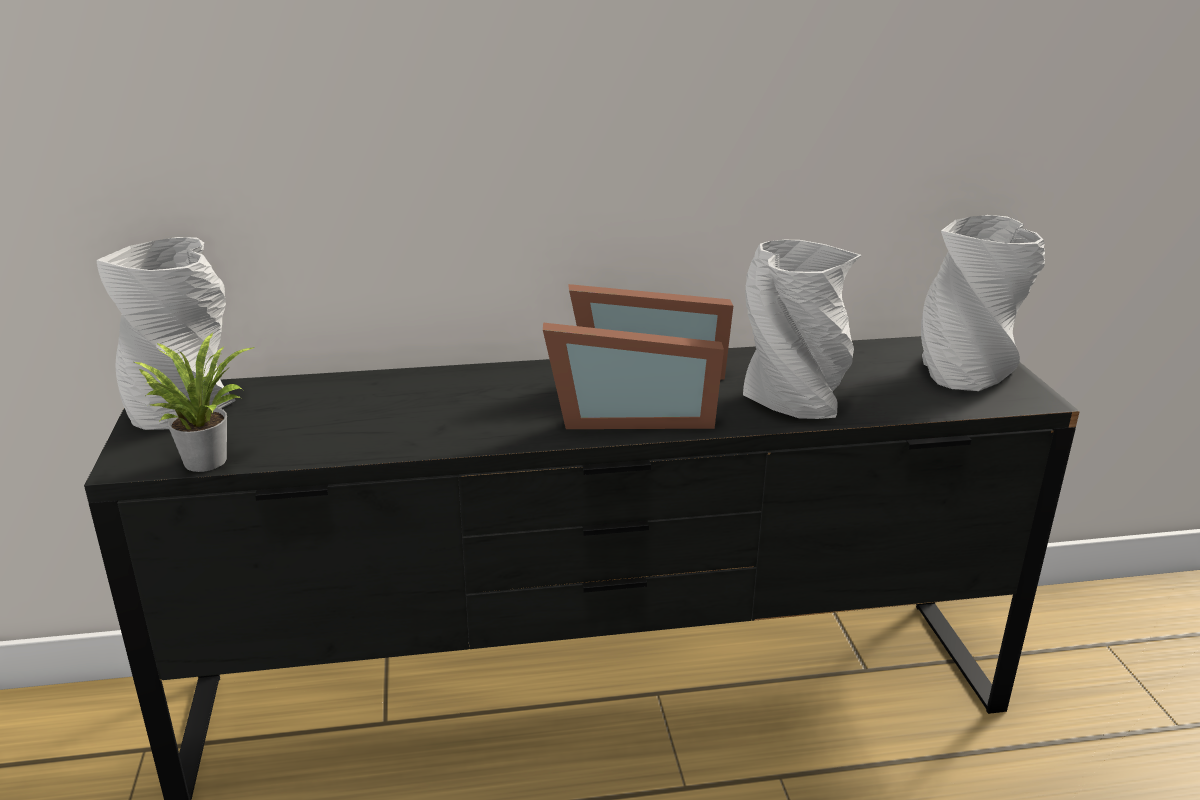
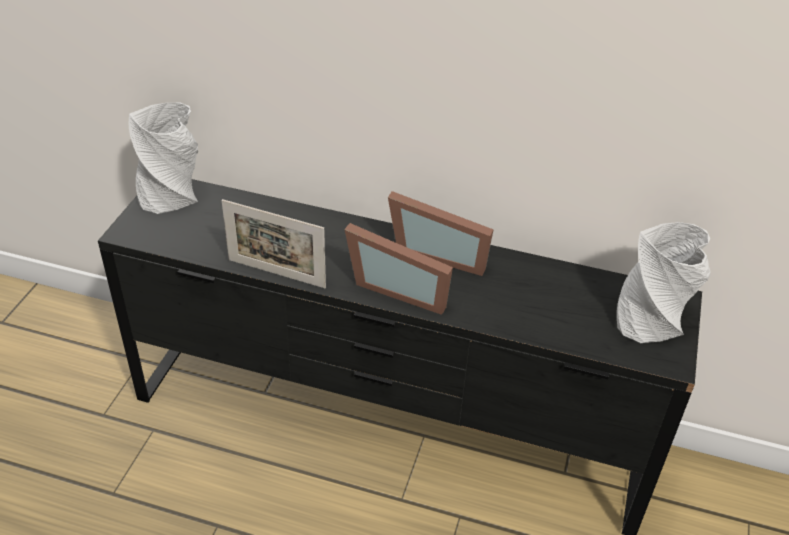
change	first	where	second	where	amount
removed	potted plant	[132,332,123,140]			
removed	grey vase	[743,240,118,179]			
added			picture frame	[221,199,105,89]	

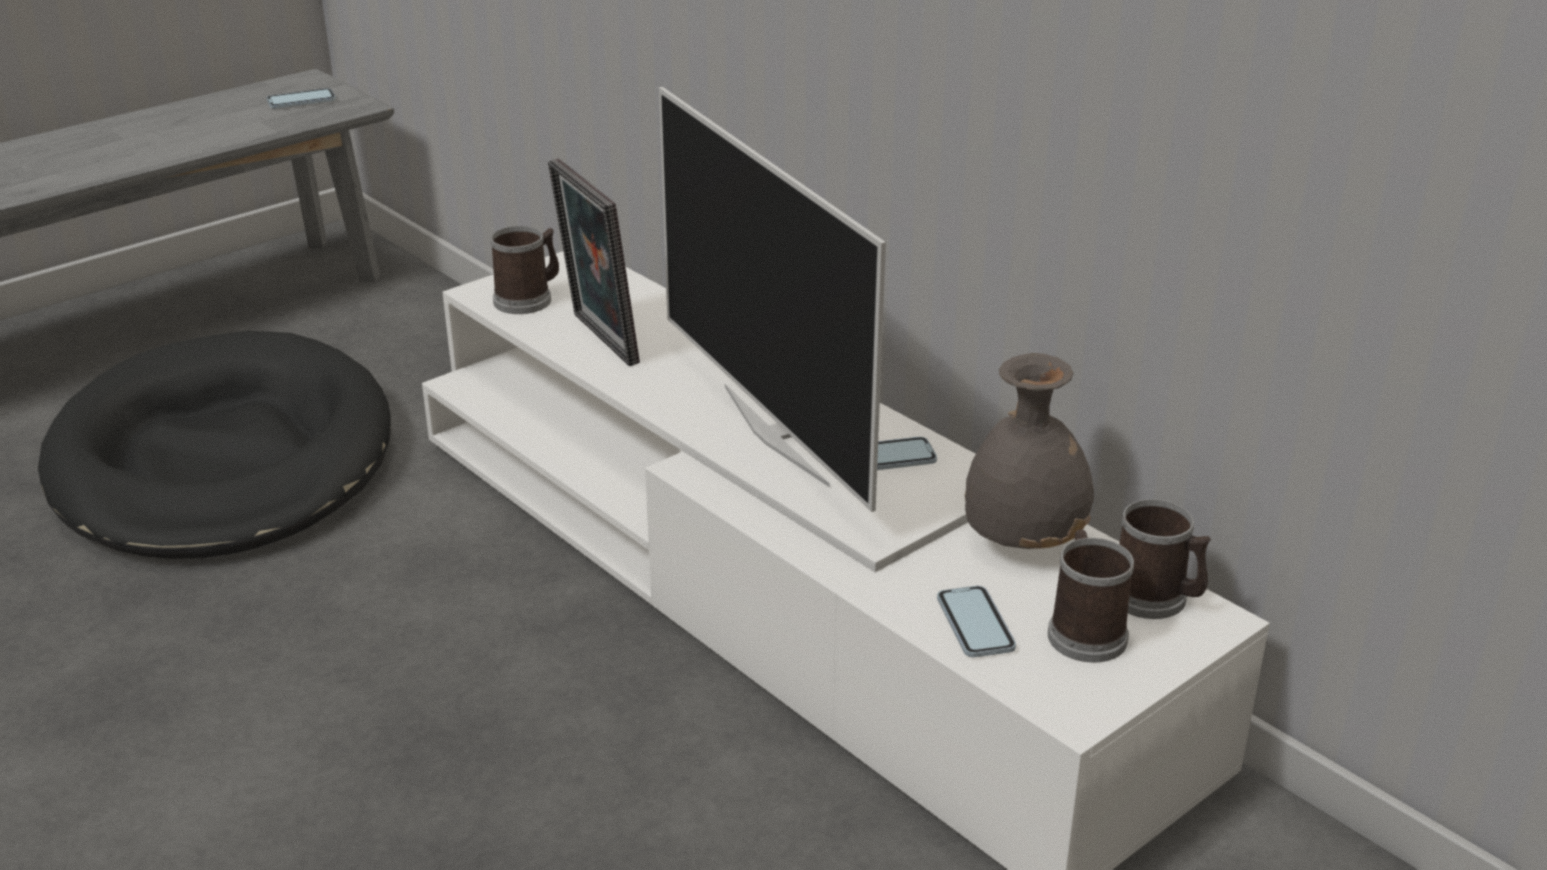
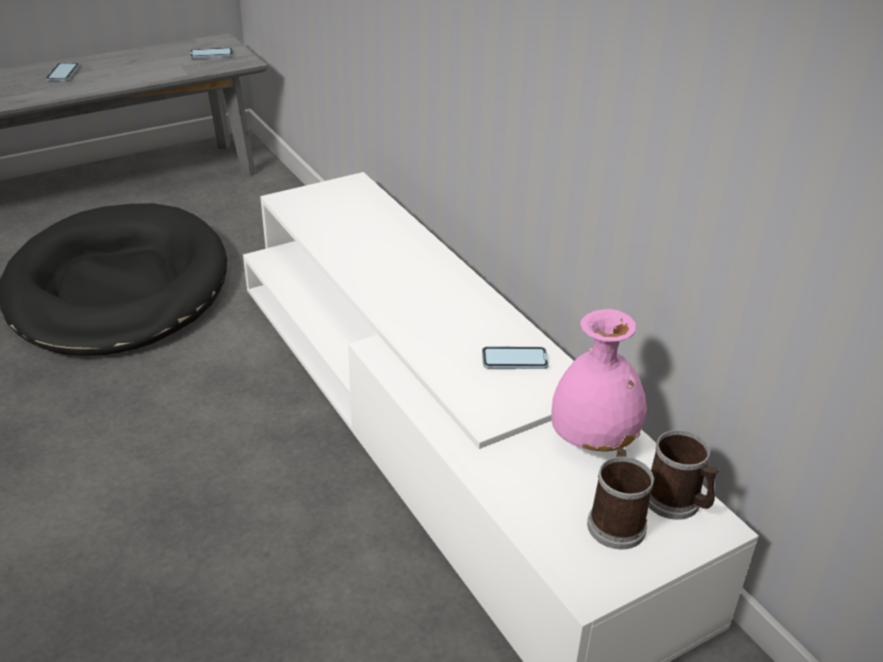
change	first	where	second	where	amount
removed	mug	[490,226,69,88]			
removed	picture frame	[548,159,92,207]			
removed	television	[659,87,227,425]			
moved	phone	[937,586,79,71]		[46,63,34,18]	
recoloured	grey vase	[965,353,129,196]	pink vase	[551,309,96,143]	

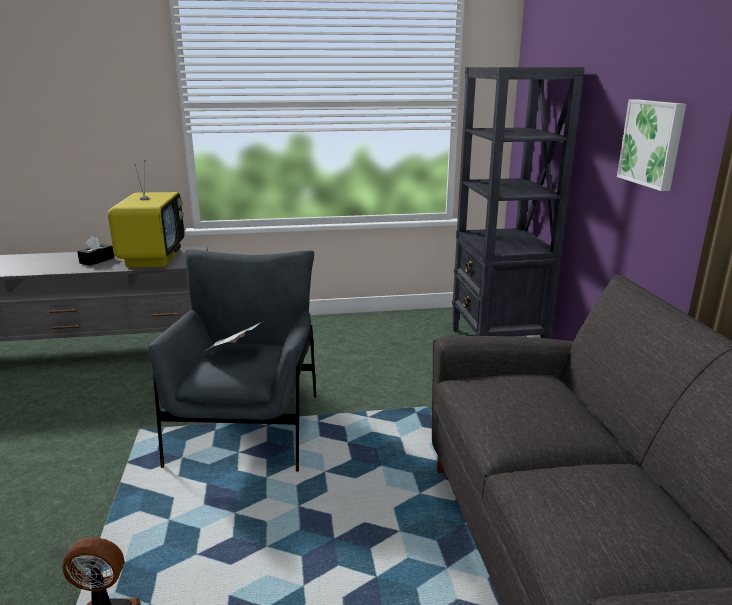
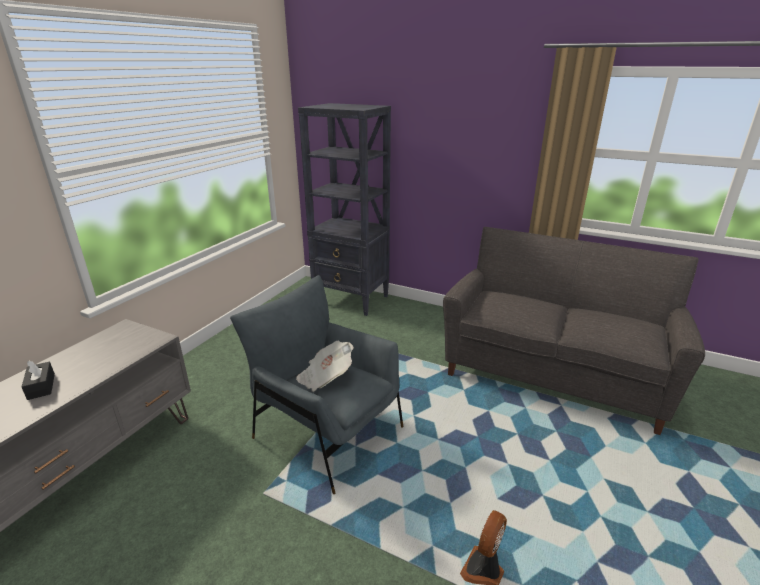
change	first	where	second	where	amount
removed	television	[107,160,78,108]			
removed	picture	[617,99,69,92]			

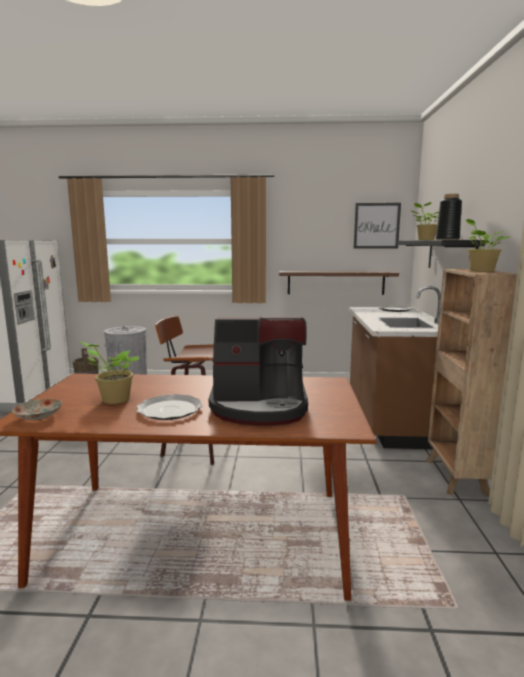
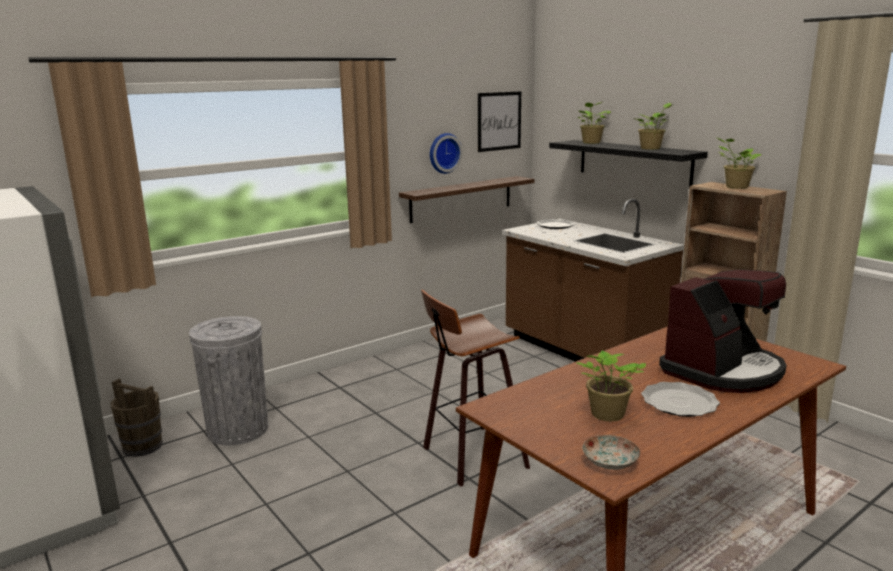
change	first	where	second	where	amount
added			wall clock	[430,133,33,41]	
replaced	black vase	[436,194,26,46]	potted plant	[636,103,37,47]	

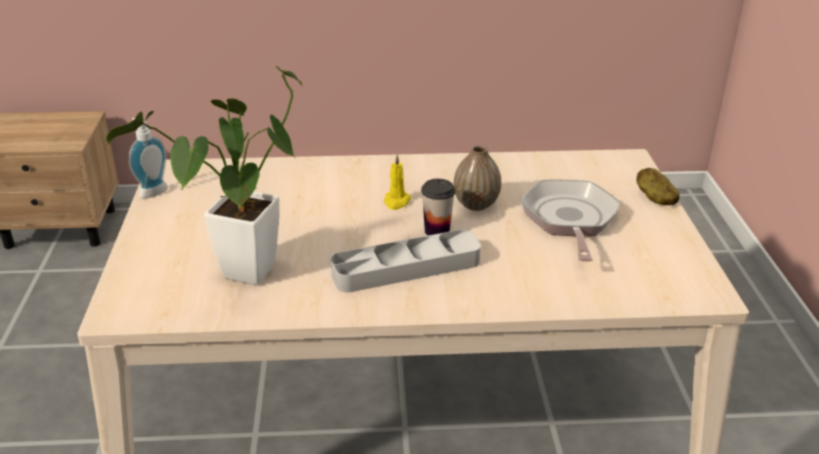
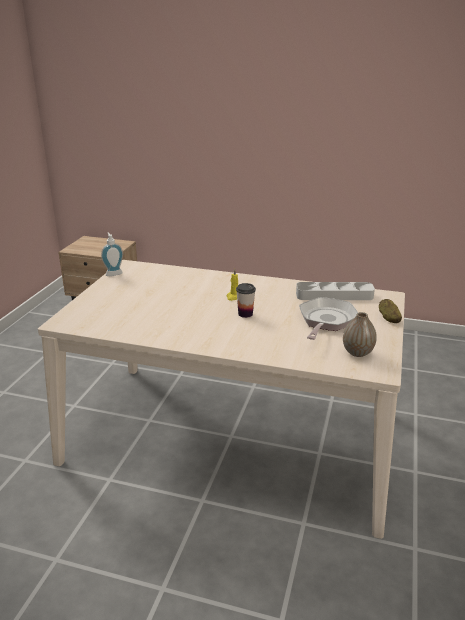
change	first	where	second	where	amount
removed	potted plant	[106,66,196,219]			
moved	grey tray	[331,230,150,62]		[296,282,79,18]	
moved	vase	[454,145,47,66]		[343,312,34,45]	

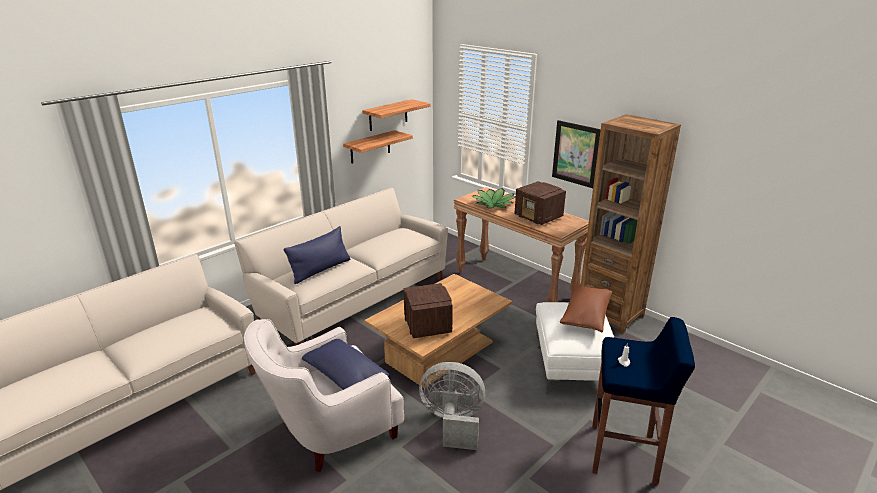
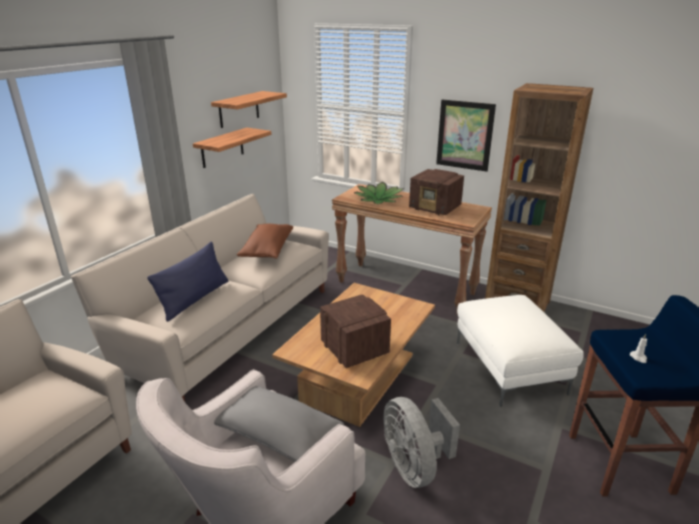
change	first	where	second	where	amount
moved	brown pillow	[560,284,52,48]		[237,224,56,35]	
recoloured	blue pillow	[302,339,87,51]	grey pillow	[214,386,130,76]	
turned	grey fan	[419,362,66,88]		[384,397,76,91]	105 degrees counterclockwise

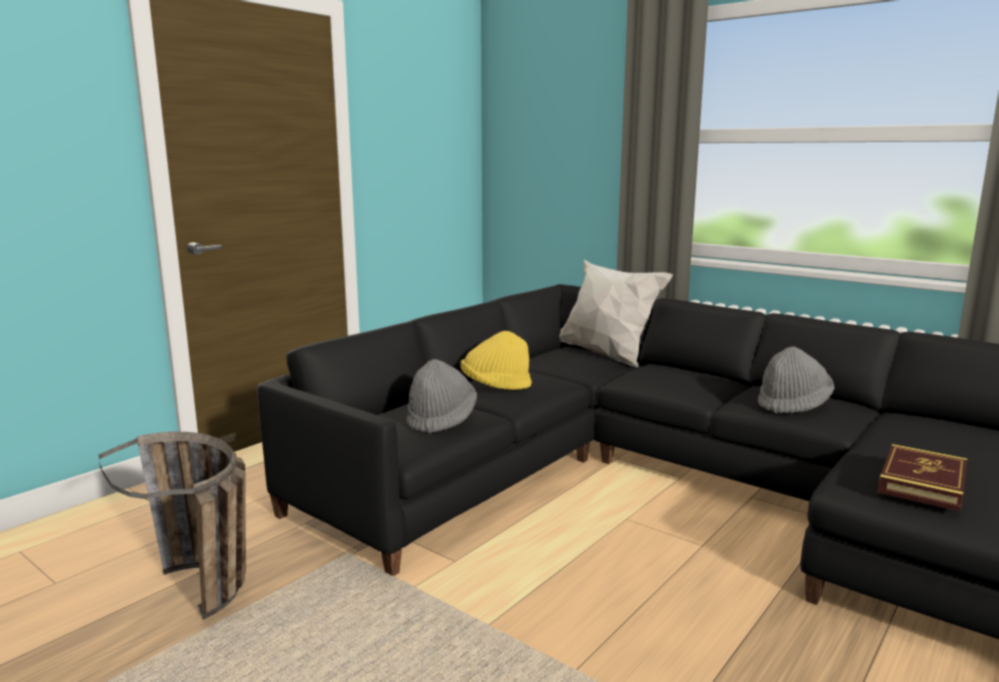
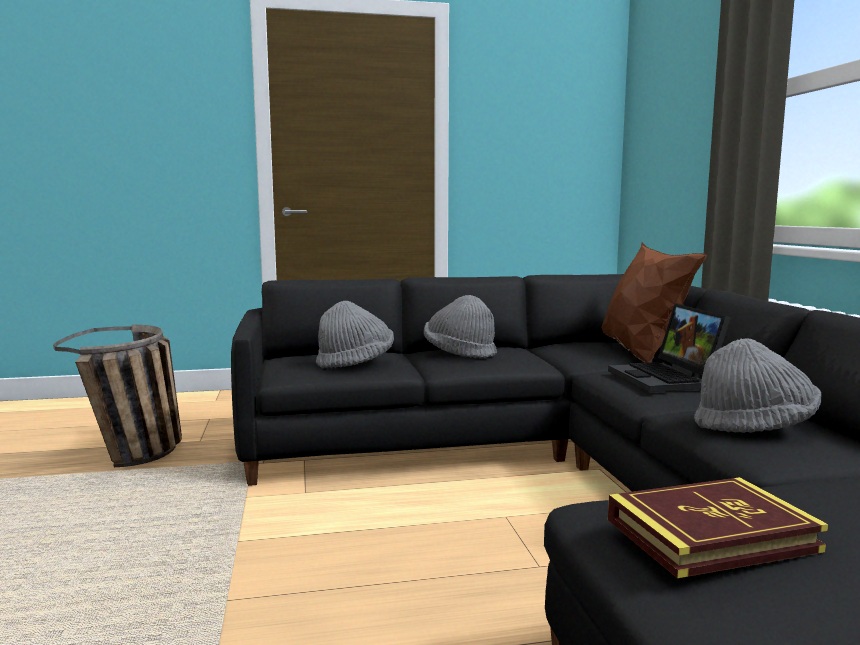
change	first	where	second	where	amount
added			laptop	[608,303,123,89]	
recoloured	yellow hat	[460,331,72,59]	grey hat	[424,295,73,64]	
recoloured	white pillow	[559,259,114,108]	brown pillow	[601,242,107,121]	

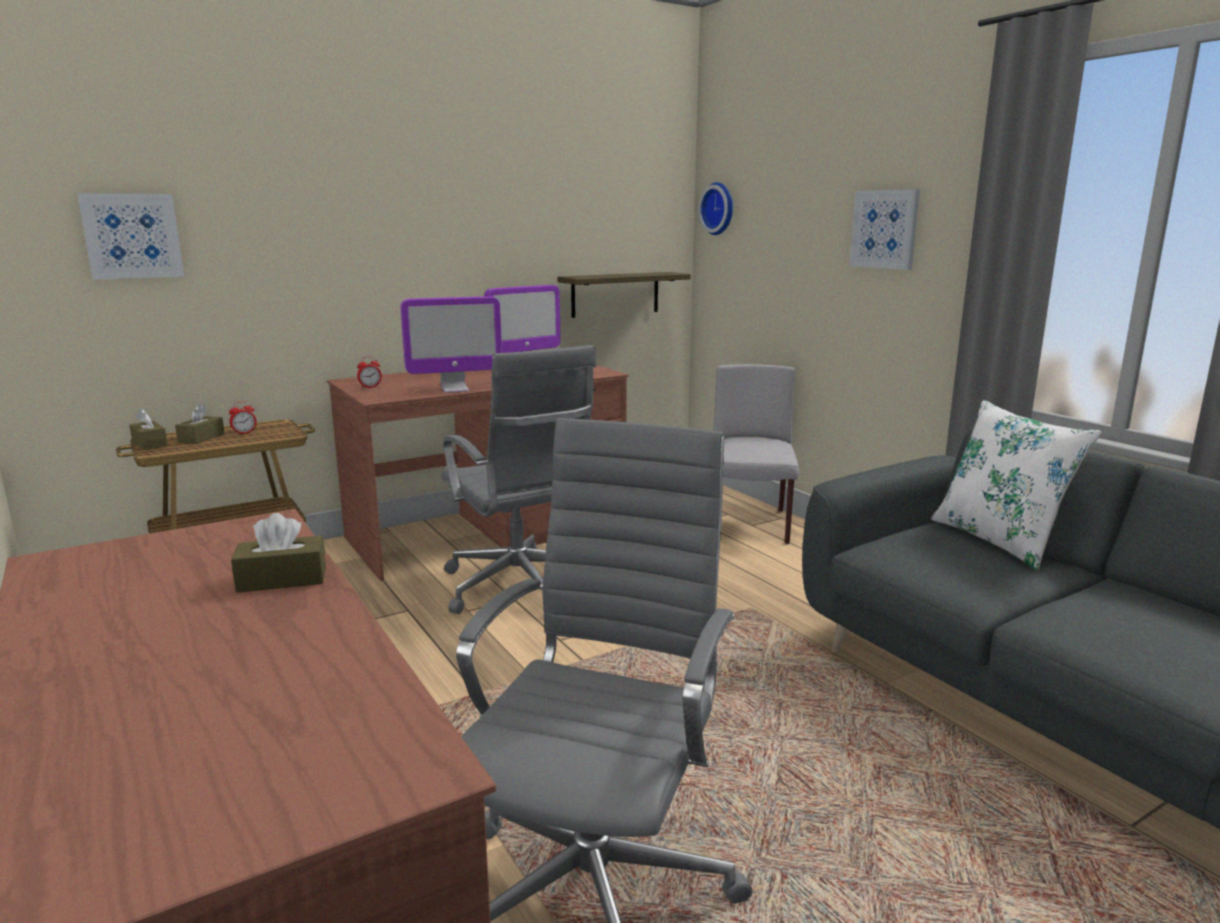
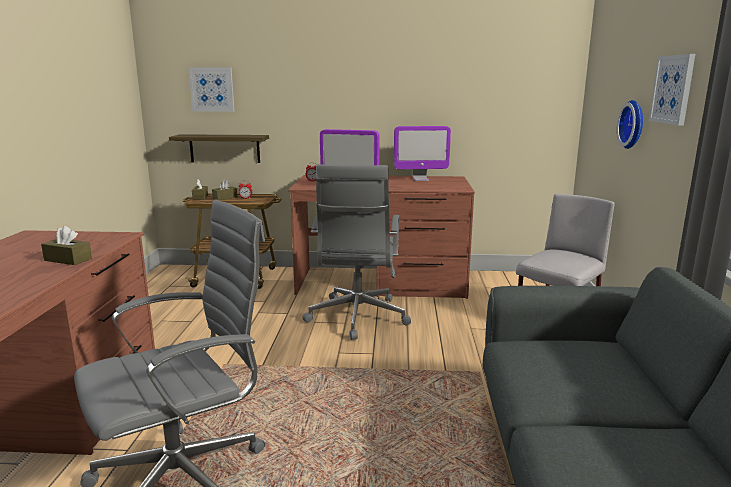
change	first	where	second	where	amount
removed	white pillow	[931,400,171,170]			
moved	shelf	[558,272,133,46]		[169,134,100,29]	
moved	wall clock	[698,182,35,53]		[617,100,26,49]	

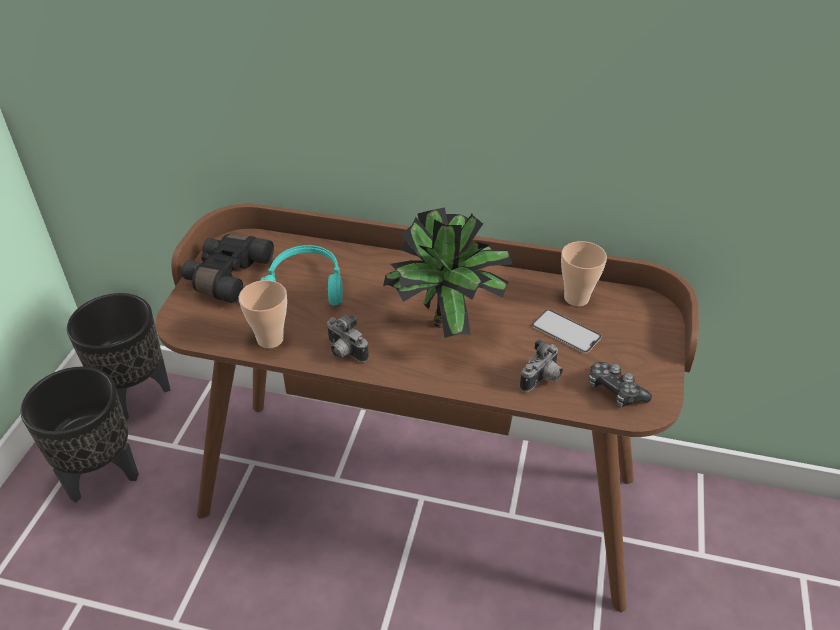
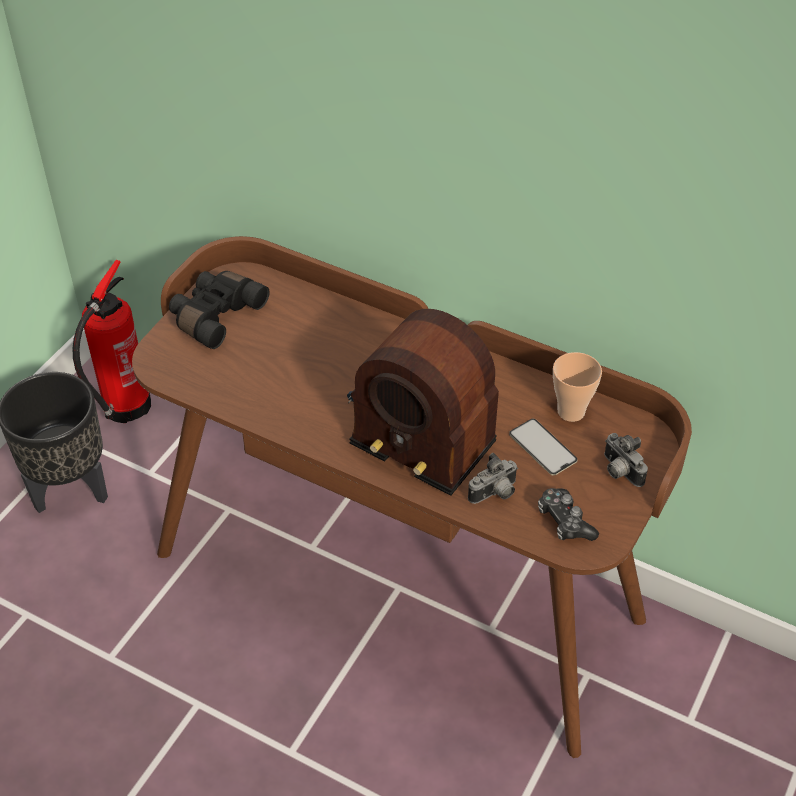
change	first	where	second	where	amount
removed	cup	[239,280,48,68]			
removed	turquoise headphones	[261,245,81,61]			
moved	photo camera	[326,315,43,47]		[604,433,44,54]	
replaced	black planter	[67,293,104,129]	fire extinguisher	[73,260,78,163]	
replaced	potted plant	[383,207,130,131]	radio	[347,309,152,187]	

